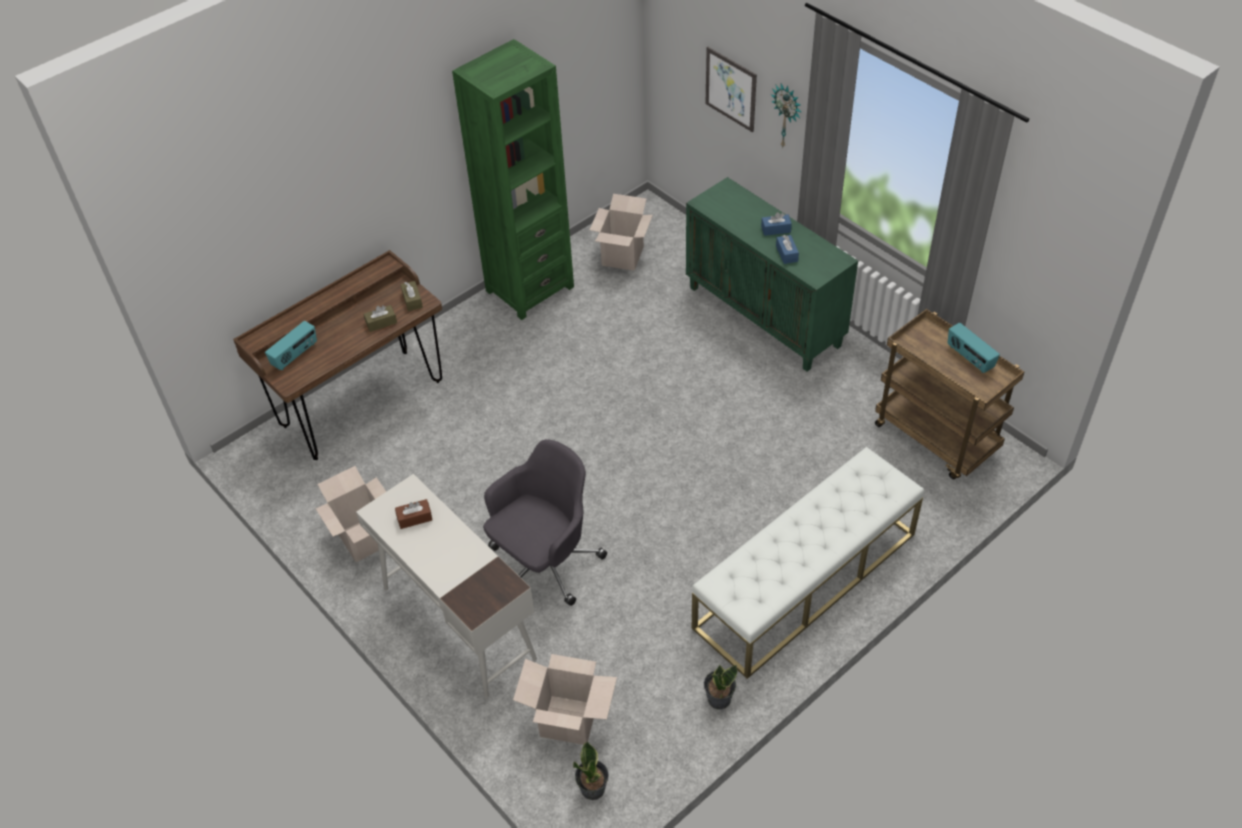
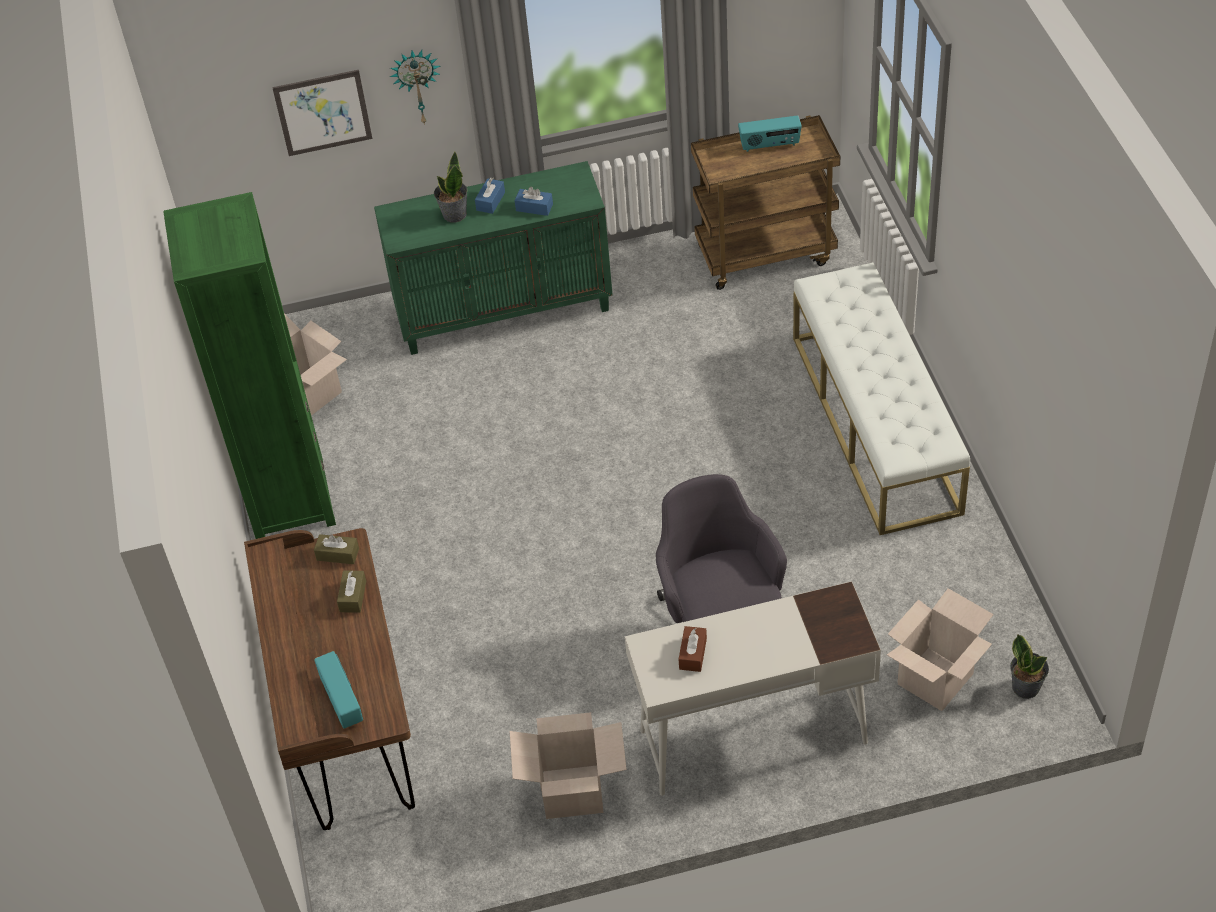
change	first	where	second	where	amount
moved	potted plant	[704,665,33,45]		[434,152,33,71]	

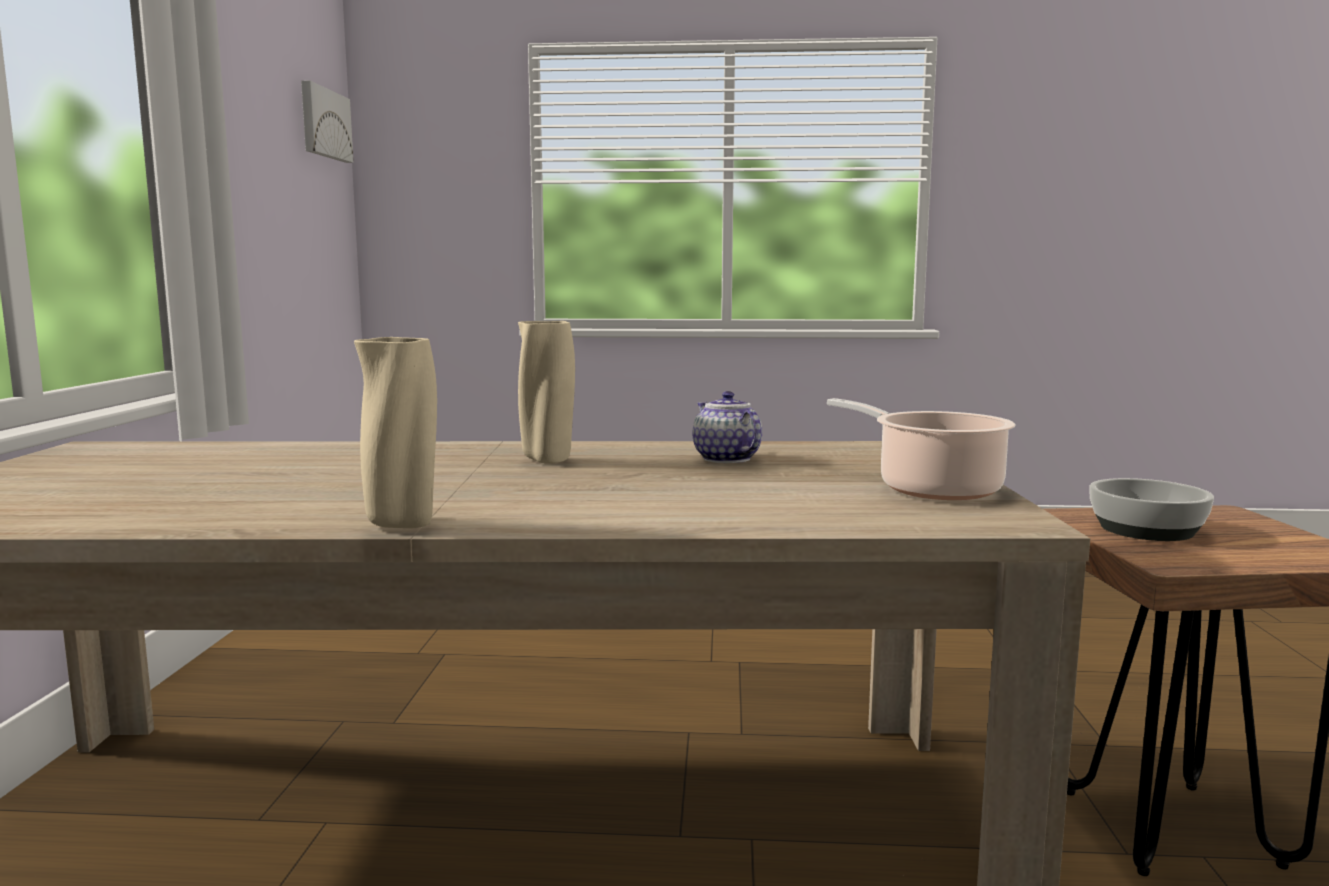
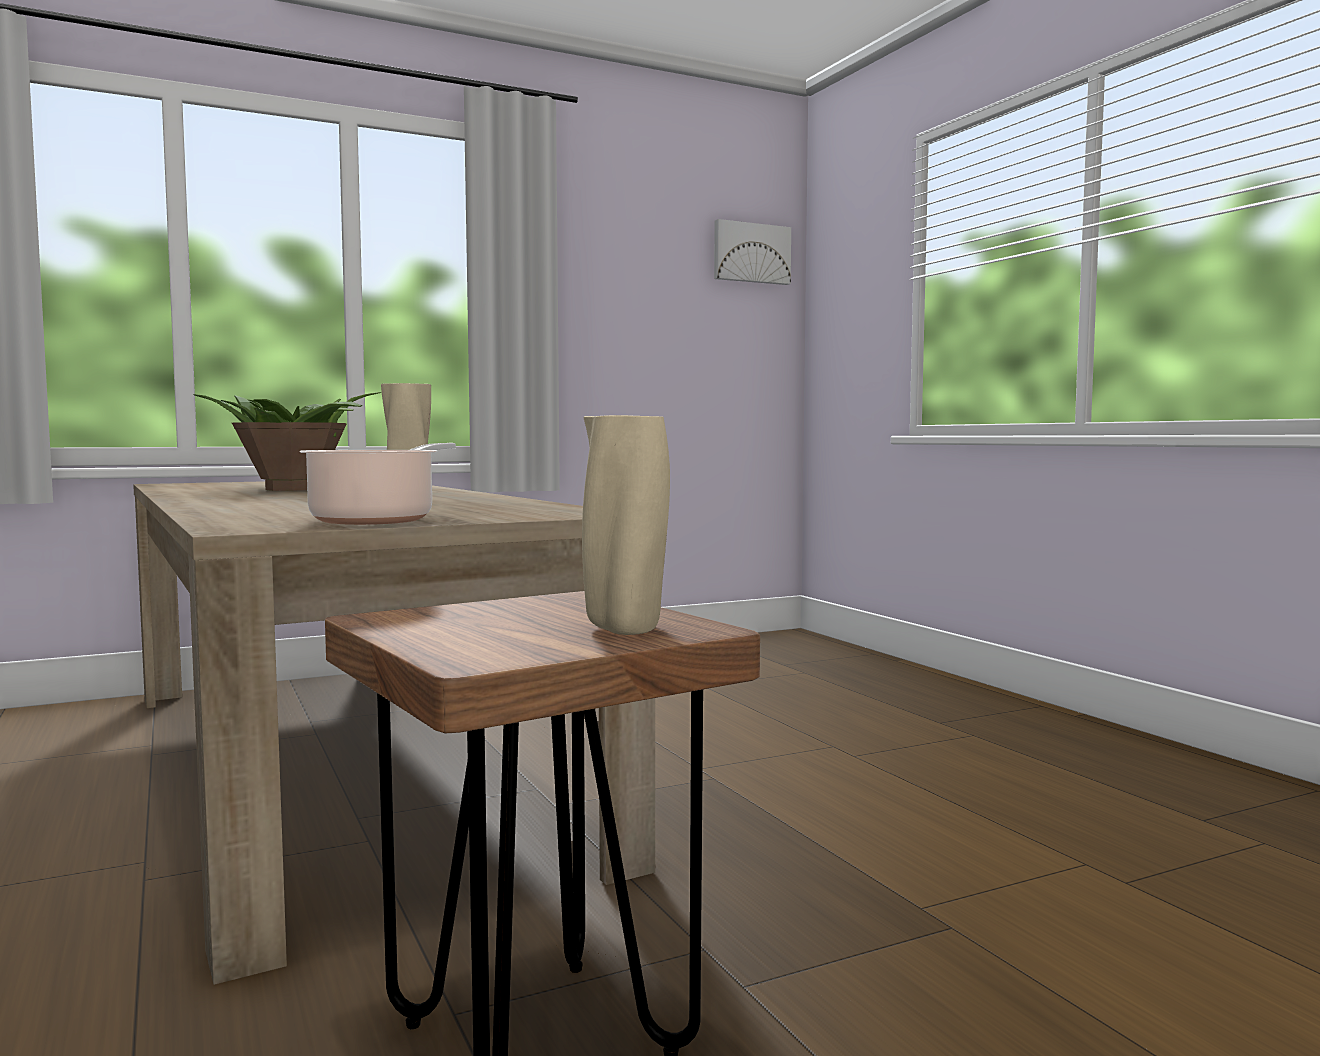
change	first	where	second	where	amount
removed	teapot	[693,391,69,72]			
removed	bowl	[1089,478,125,63]			
added			potted plant	[193,392,188,99]	
moved	beige vase	[354,337,83,191]		[582,415,88,220]	

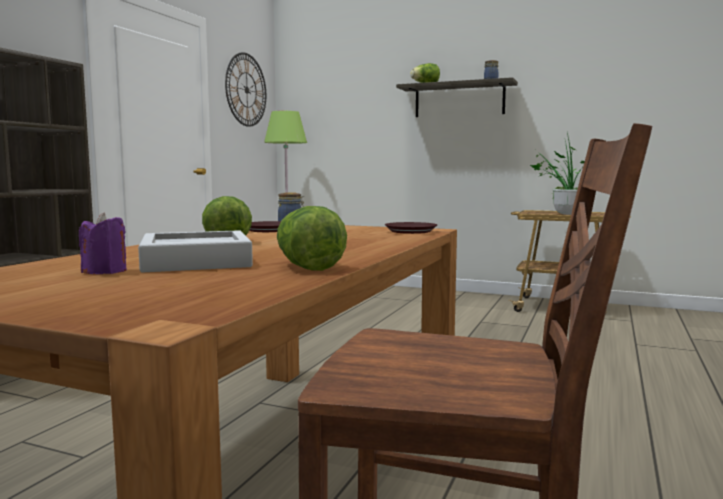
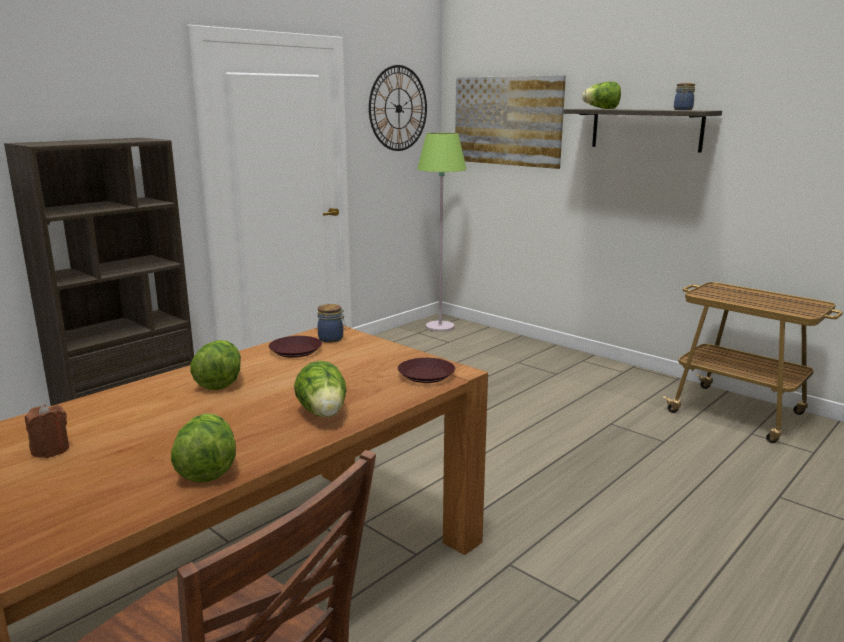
change	first	where	second	where	amount
removed	grey tray	[138,230,115,43]			
removed	potted plant	[529,133,56,82]			
added			lettuce	[294,361,52,56]	
added			picture	[455,75,111,94]	
recoloured	purple candle	[79,212,48,62]	brown candle	[25,404,44,54]	

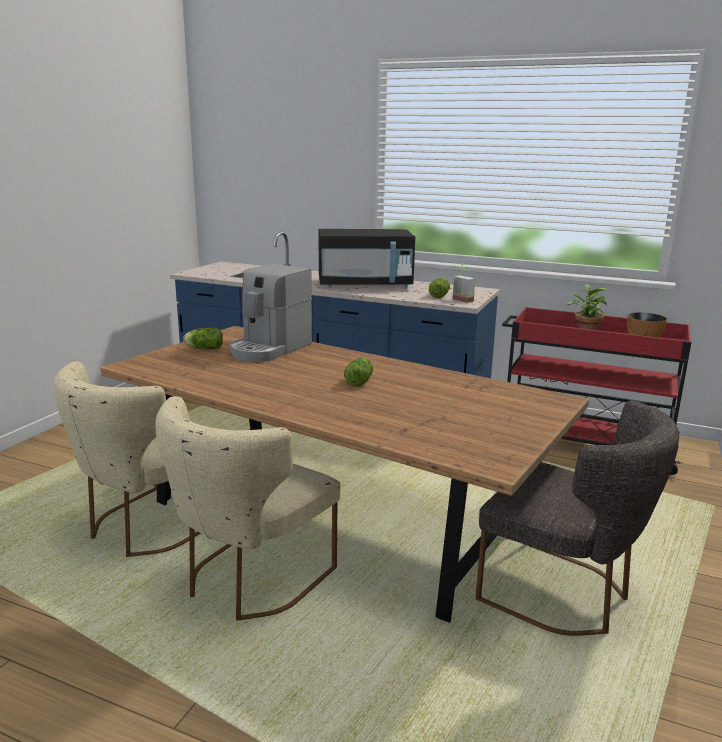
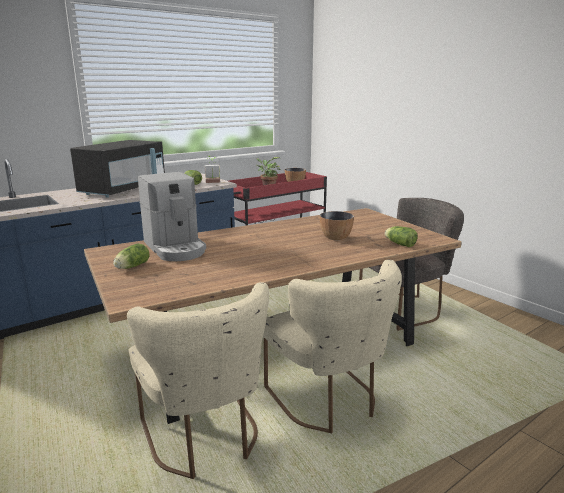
change	first	where	second	where	amount
added			bowl	[320,211,34,29]	
moved	lettuce	[344,357,29,29]		[385,226,33,21]	

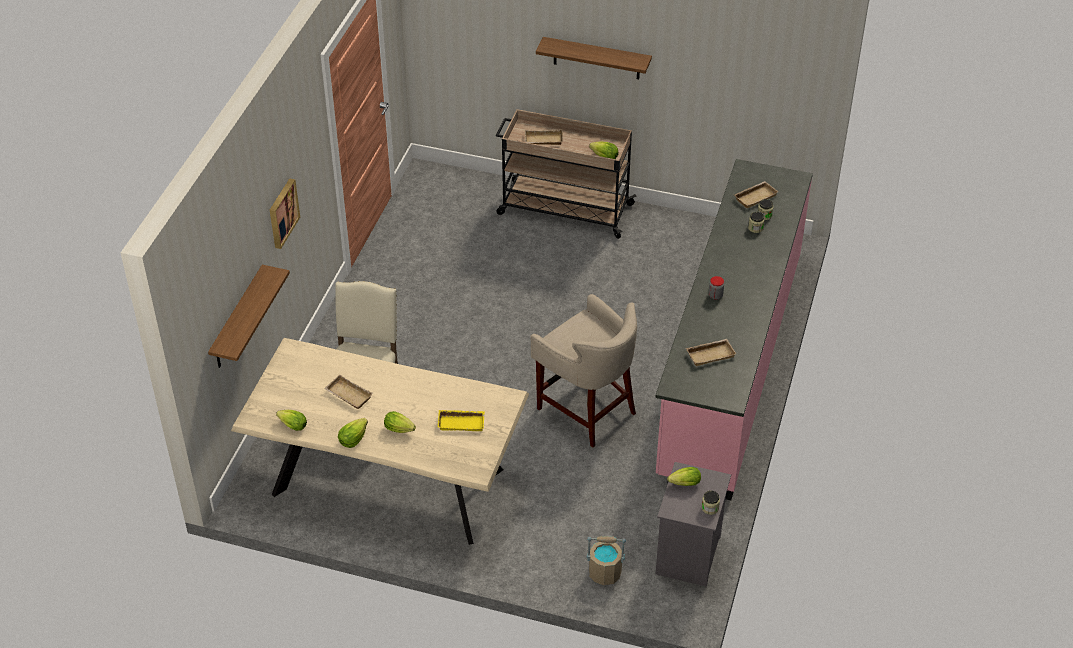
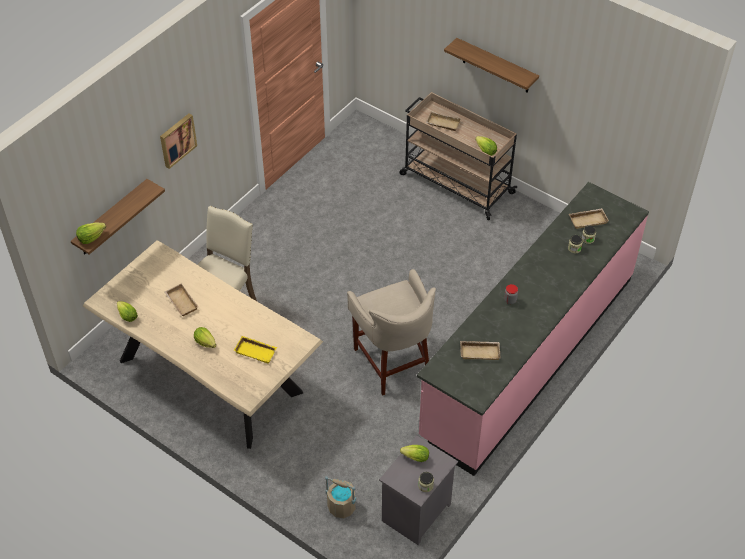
change	first	where	second	where	amount
moved	lettuce	[338,418,30,30]		[76,223,30,21]	

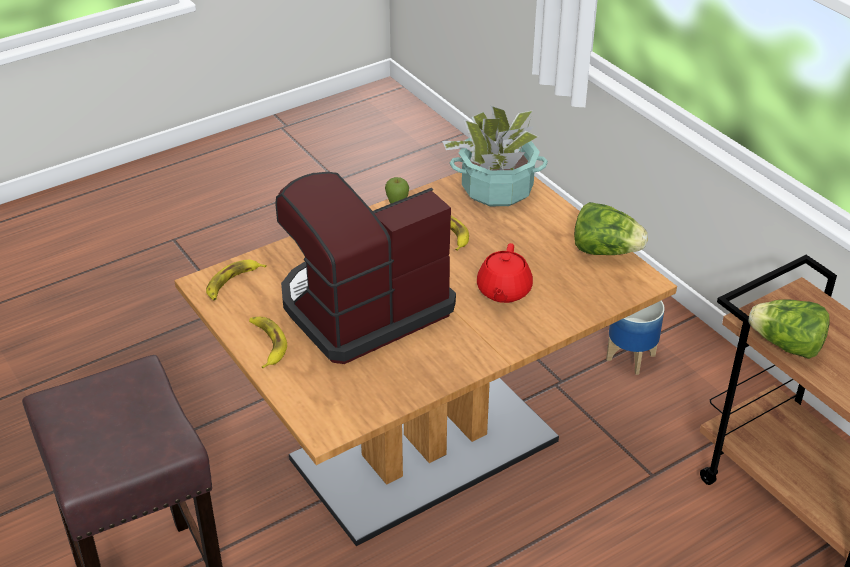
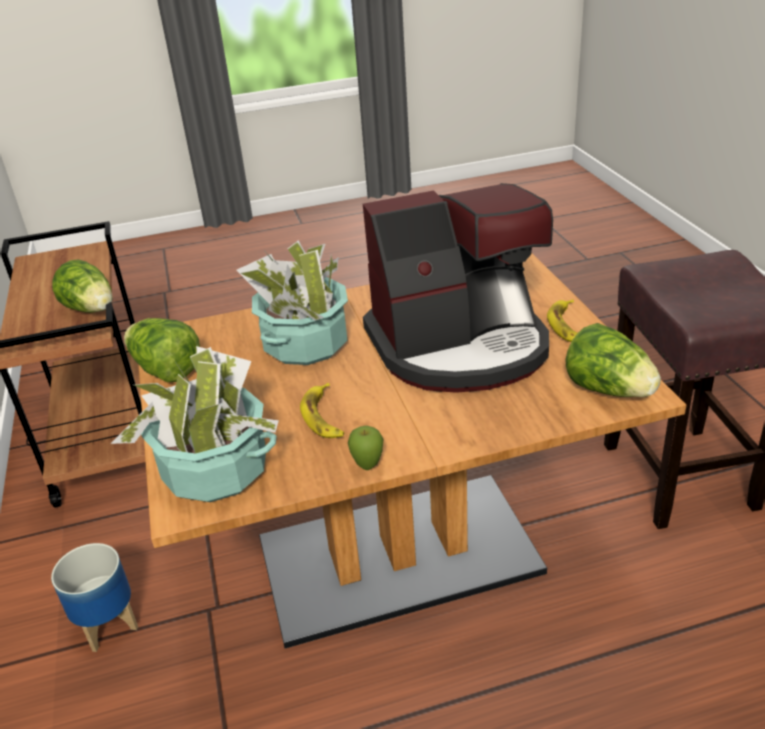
change	first	where	second	where	amount
replaced	banana	[206,260,61,40]	lettuce	[565,323,96,74]	
replaced	red teapot	[477,243,56,60]	potted plant	[236,240,112,125]	

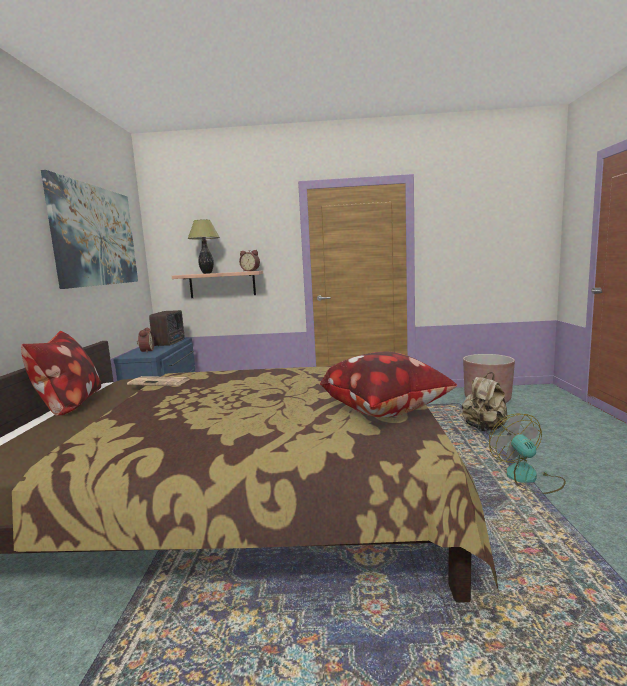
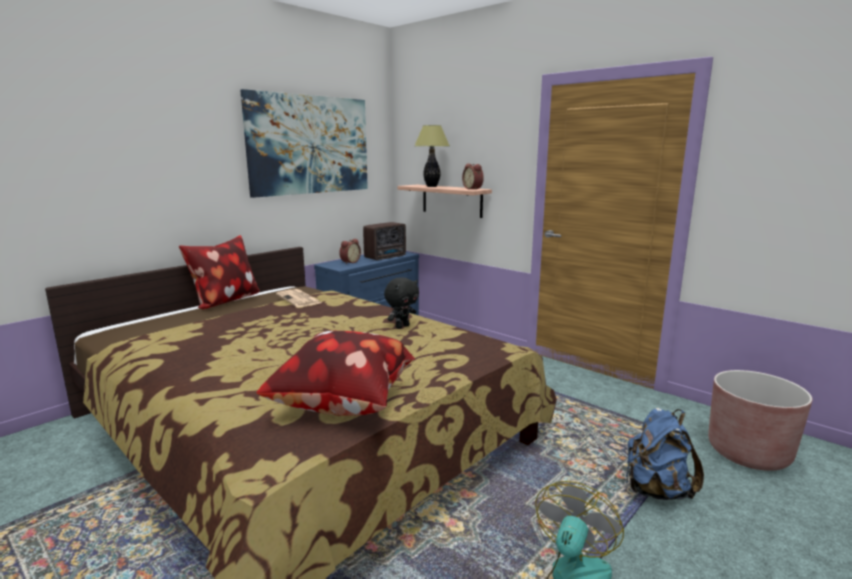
change	first	where	second	where	amount
added			black plush toy	[384,277,35,52]	
recoloured	beige backpack	[462,372,45,60]	blue backpack	[626,408,78,92]	

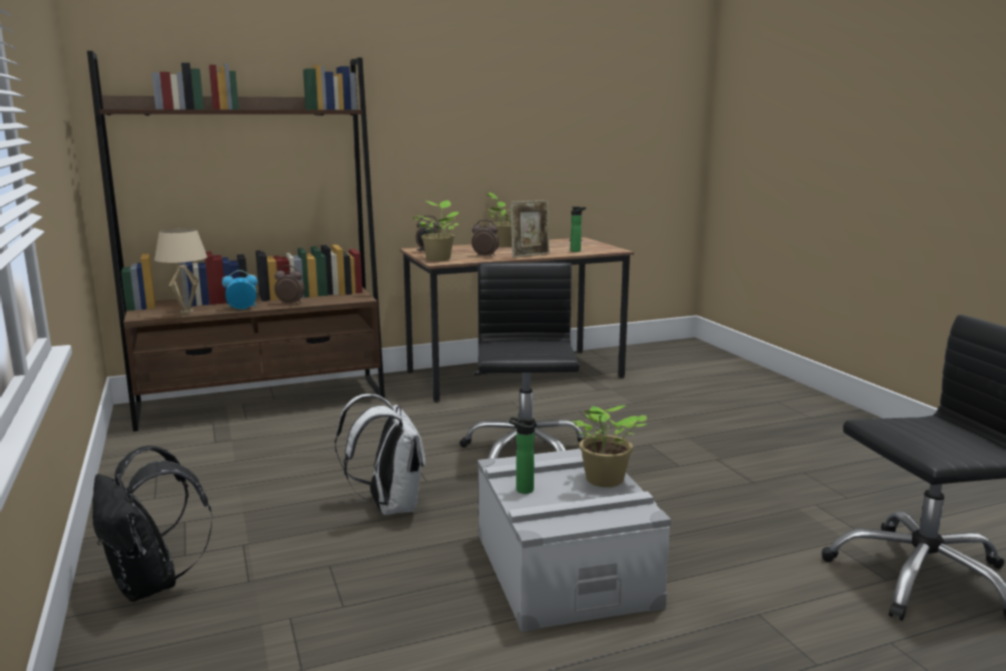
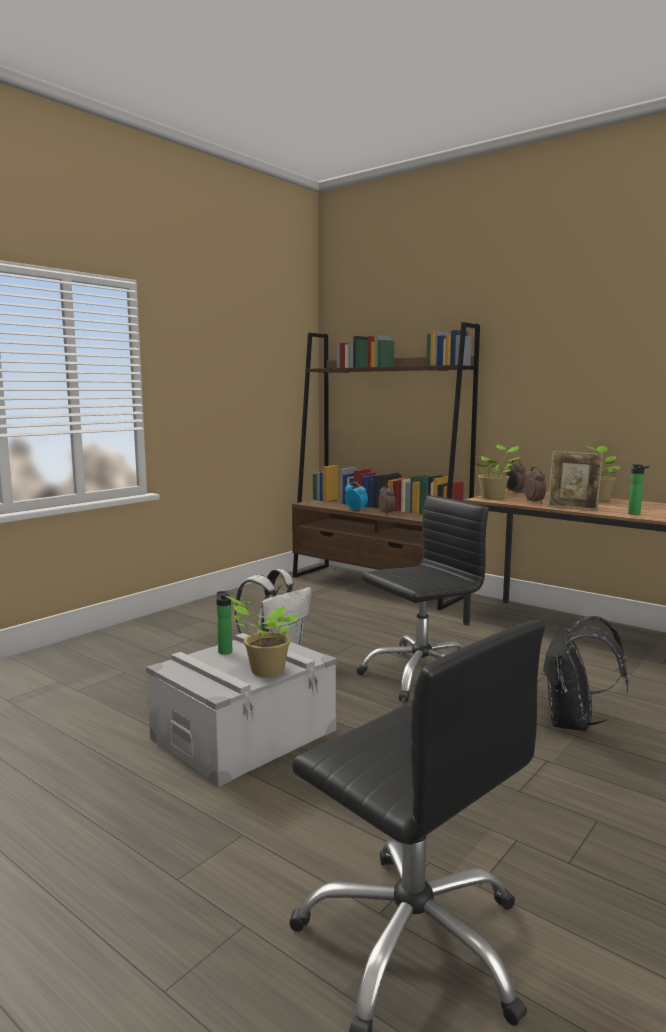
change	first	where	second	where	amount
removed	beige table lamp	[155,228,52,86]			
moved	black backpack	[93,446,120,156]		[542,616,87,115]	

